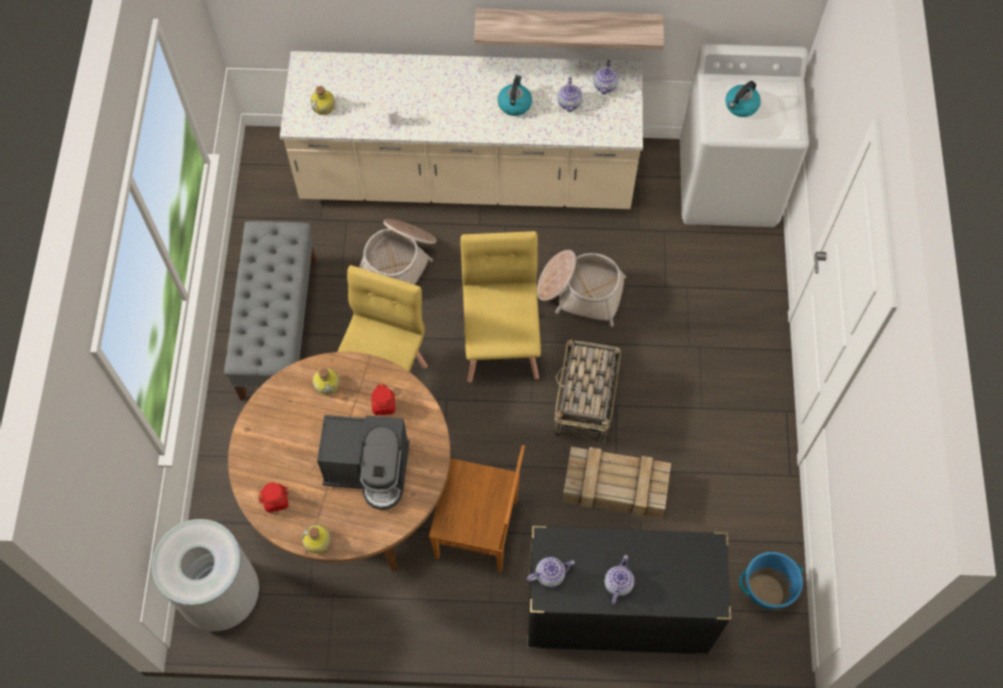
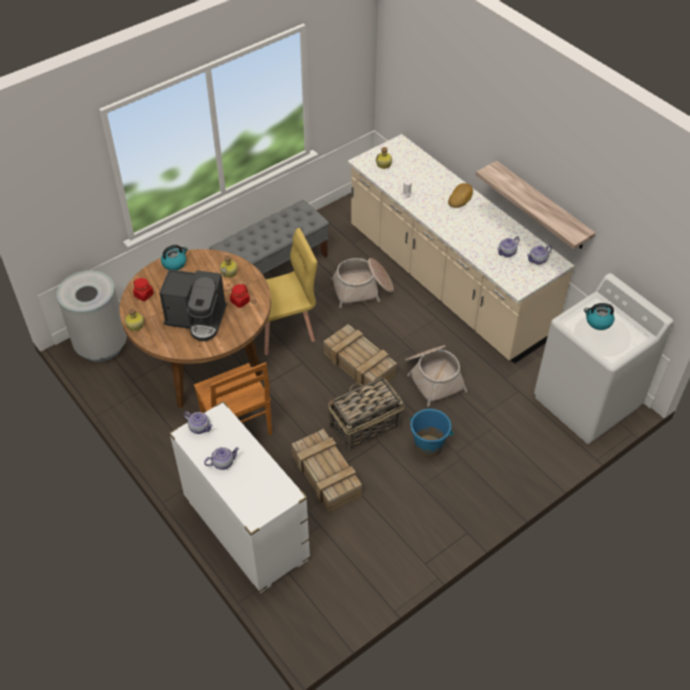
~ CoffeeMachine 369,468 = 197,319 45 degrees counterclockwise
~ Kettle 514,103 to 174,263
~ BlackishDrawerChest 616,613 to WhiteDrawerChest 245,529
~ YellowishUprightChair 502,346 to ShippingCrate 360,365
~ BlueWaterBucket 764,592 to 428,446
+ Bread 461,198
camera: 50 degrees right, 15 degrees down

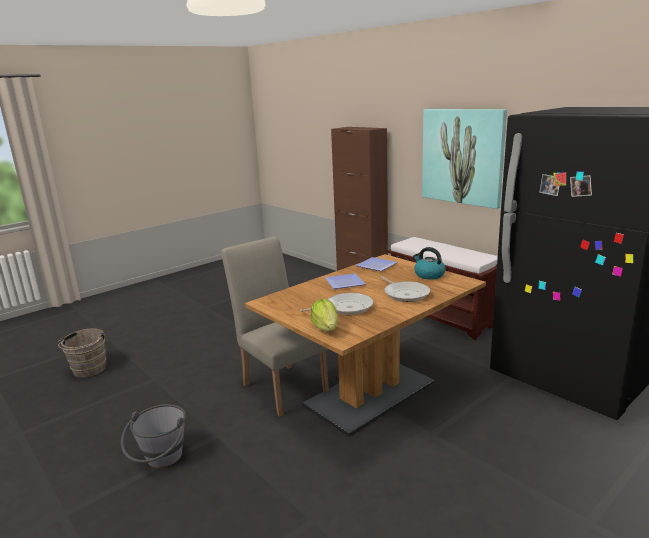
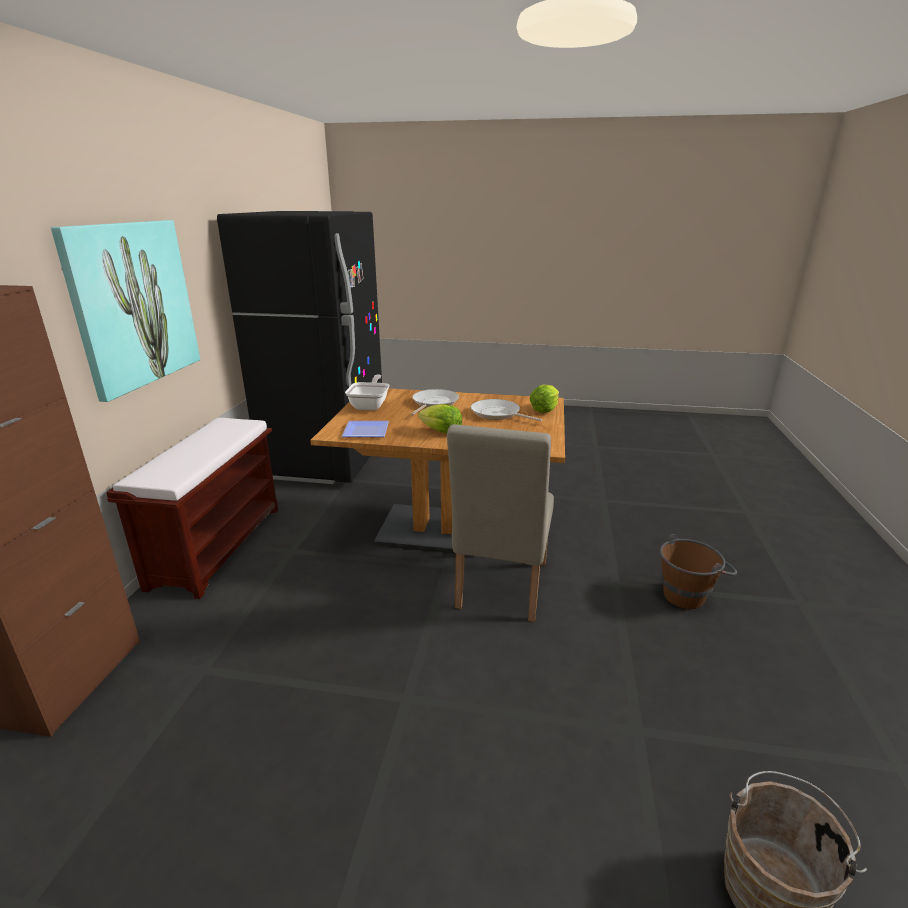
~ Kettle 428,275 to FryingPan 370,405
~ DinnerPlate 343,283 to Lettuce 441,431
~ GrayWaterBucket 161,461 to BrownWaterBucket 689,593
camera: 130 degrees left, 5 degrees up

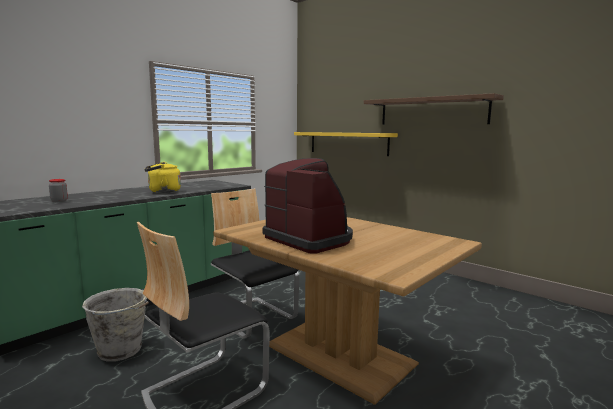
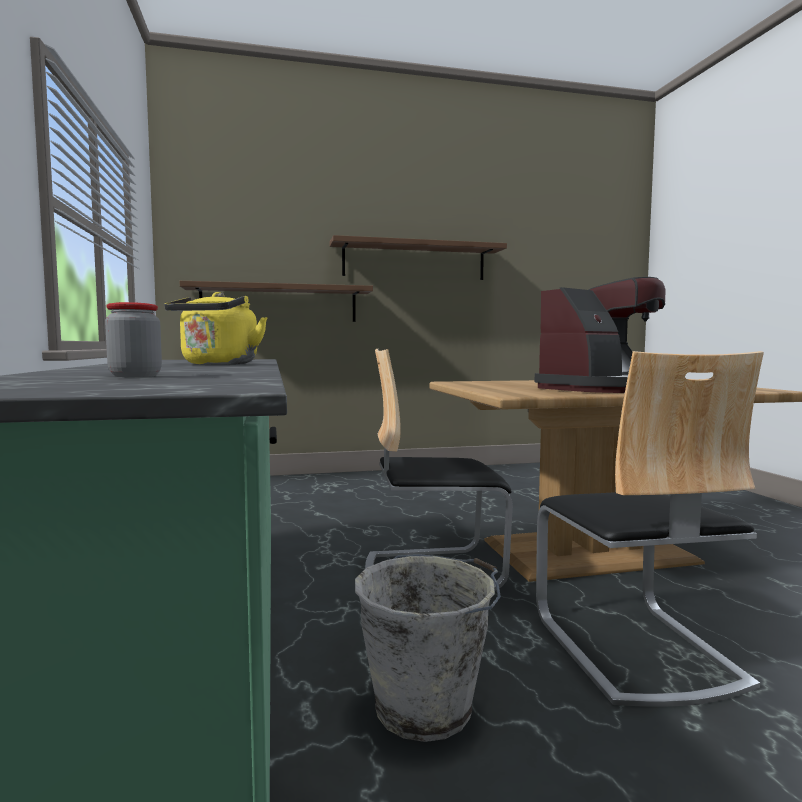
~ YellowishShelf 348,143 to BrownShelf 279,303
~ CoffeeMachine 310,239 = 604,389 150 degrees clockwise
camera: 55 degrees left, 5 degrees down

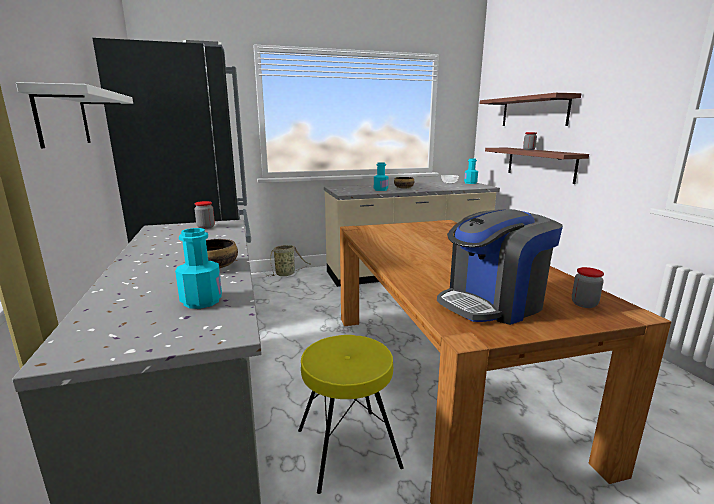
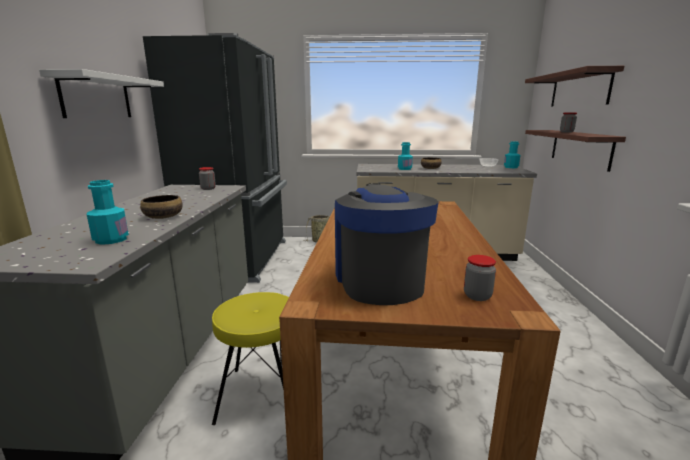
~ CoffeeMachine 493,303 = 379,280 90 degrees clockwise
camera: 20 degrees right, 0 degrees up

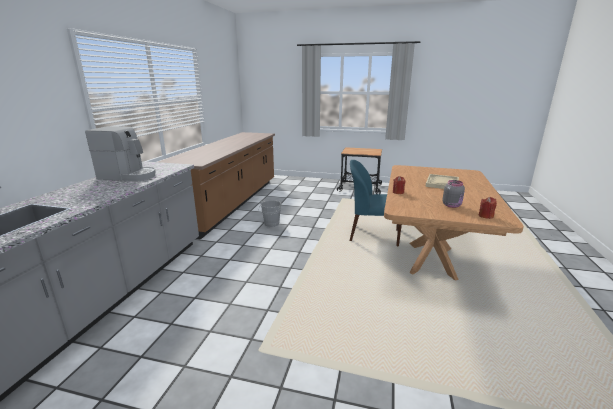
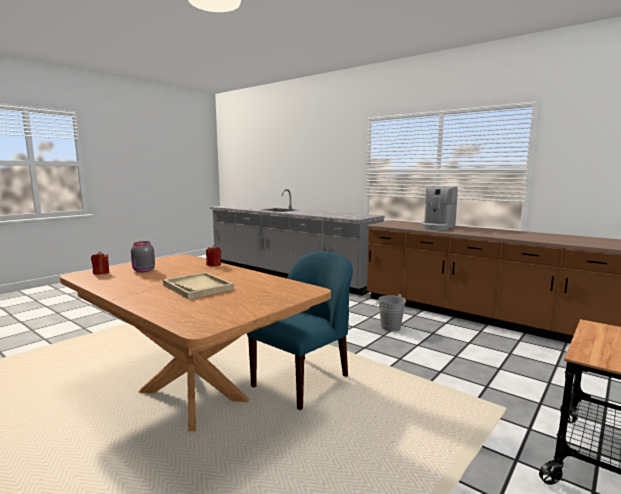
~ CoffeeMachine 128,176 to 437,227
camera: 115 degrees right, 10 degrees down

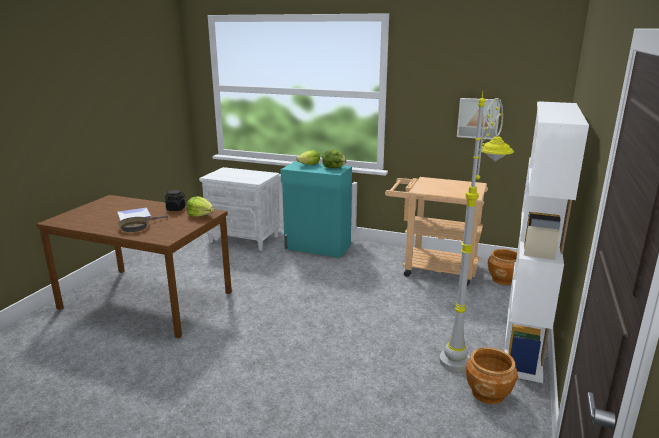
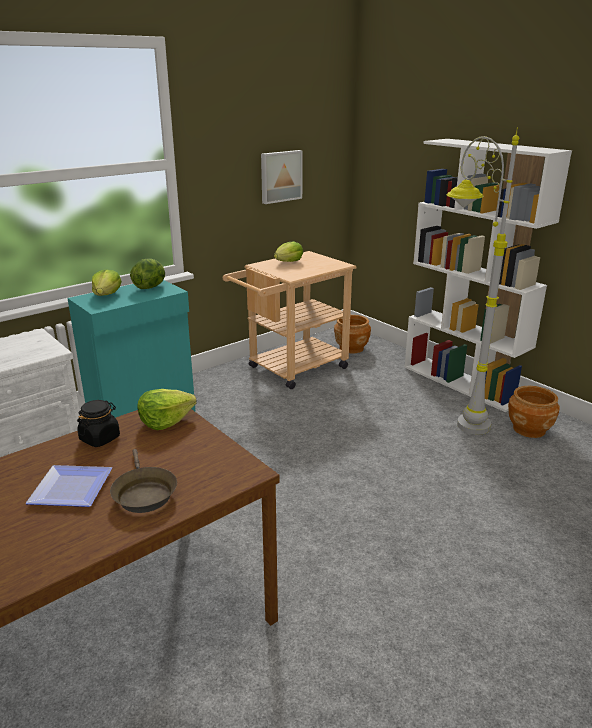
+ Lettuce 289,262
camera: 60 degrees left, 5 degrees up

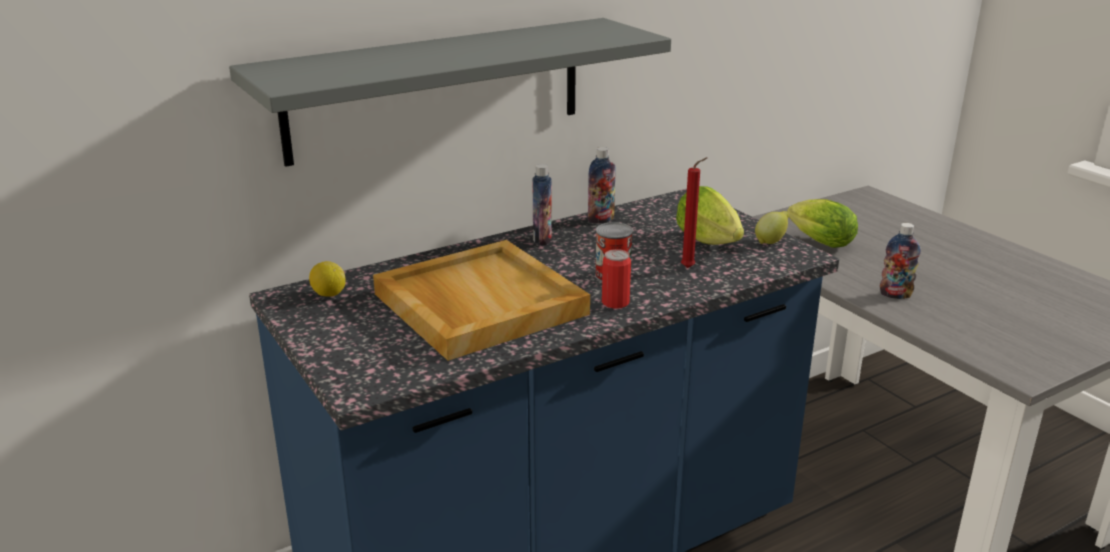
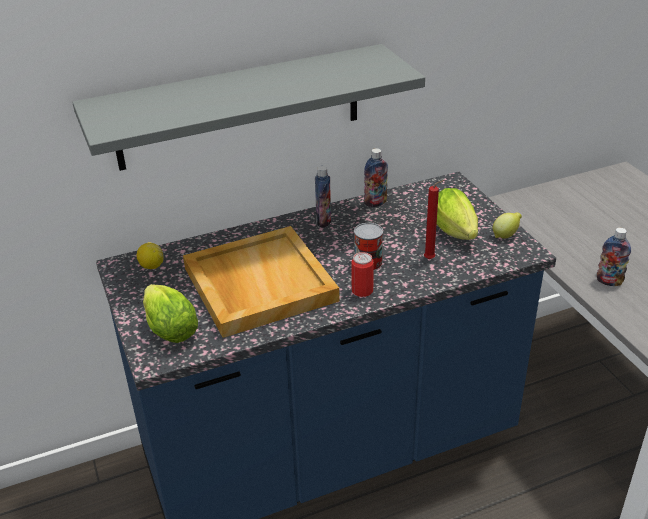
~ Lettuce 817,241 to 168,327
camera: 10 degrees right, 10 degrees up

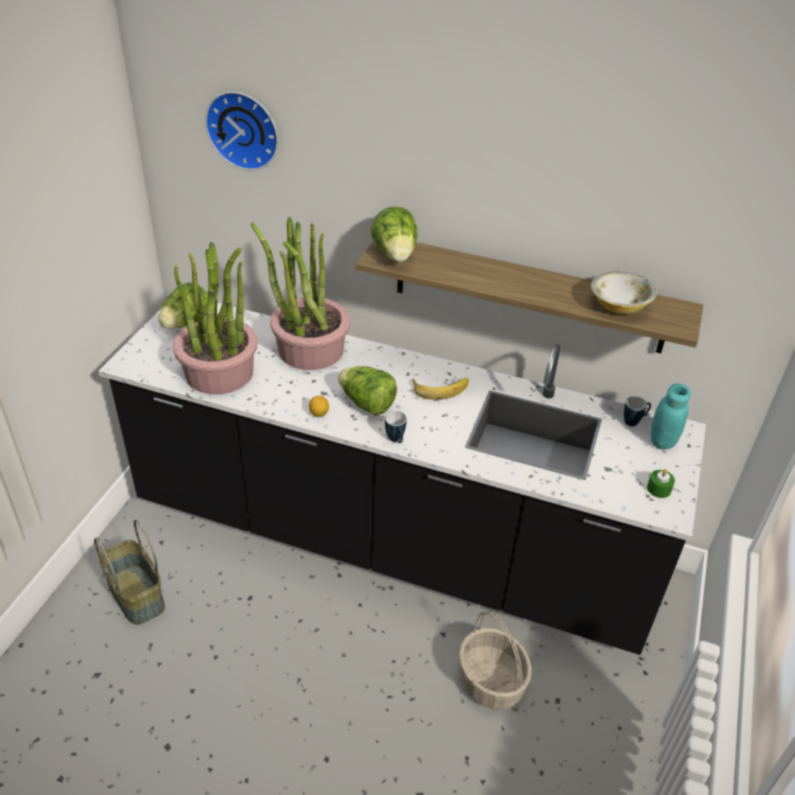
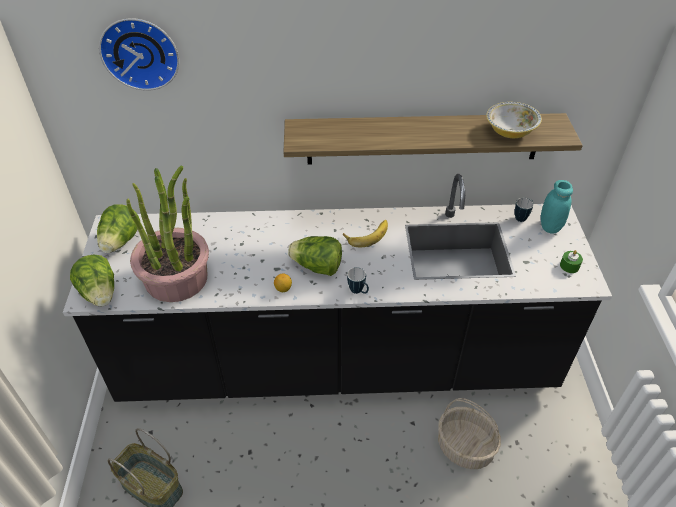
~ Lettuce 395,255 to 100,293
- Houseplant 310,349
camera: 20 degrees left, 5 degrees up

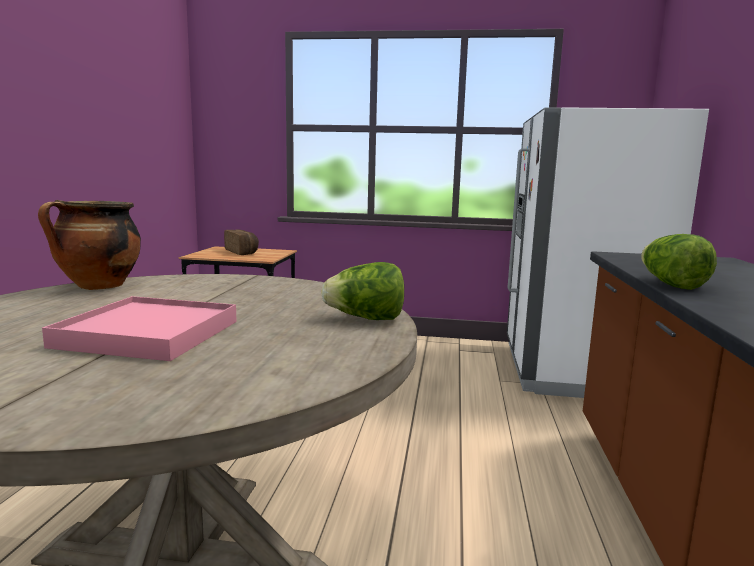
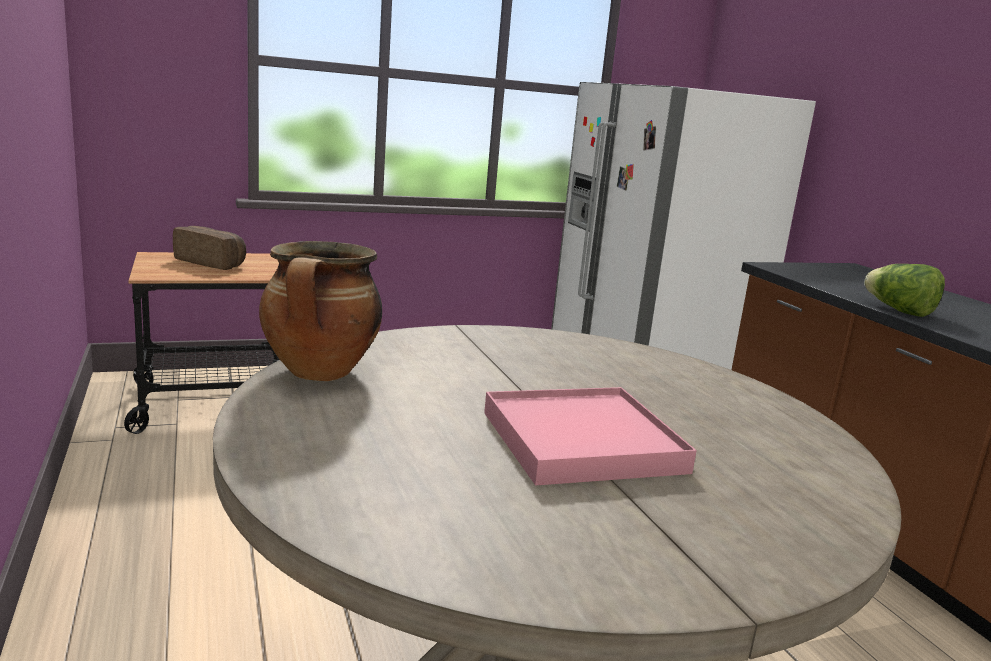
- Lettuce 366,319
camera: 30 degrees left, 5 degrees up

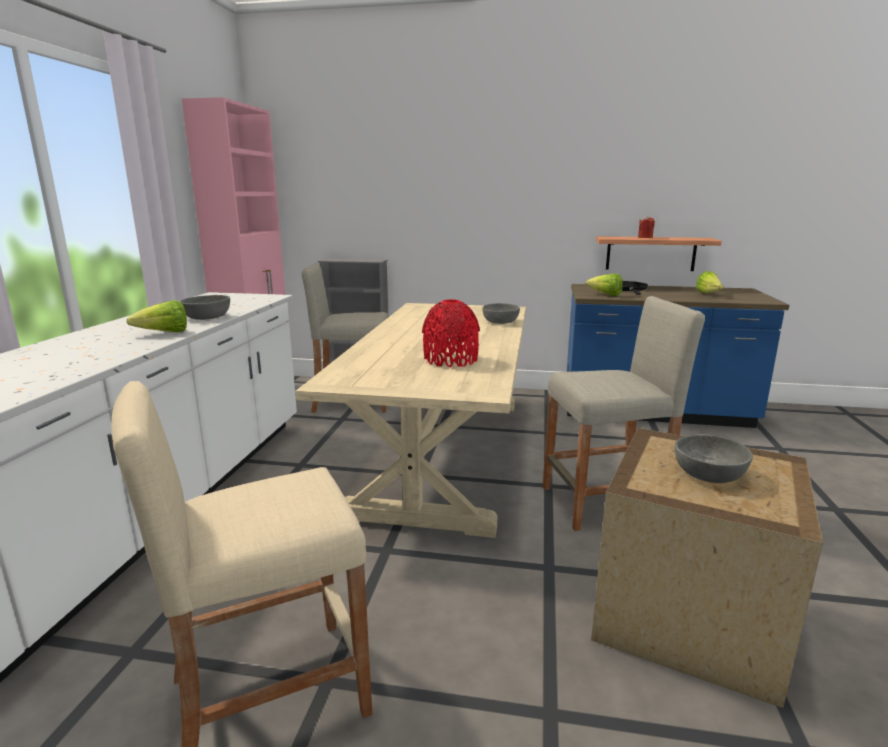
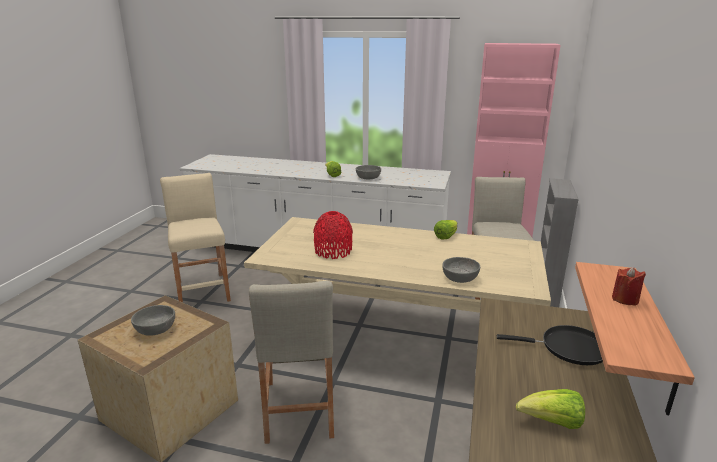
~ Lettuce 605,295 to 446,236
camera: 95 degrees right, 5 degrees up

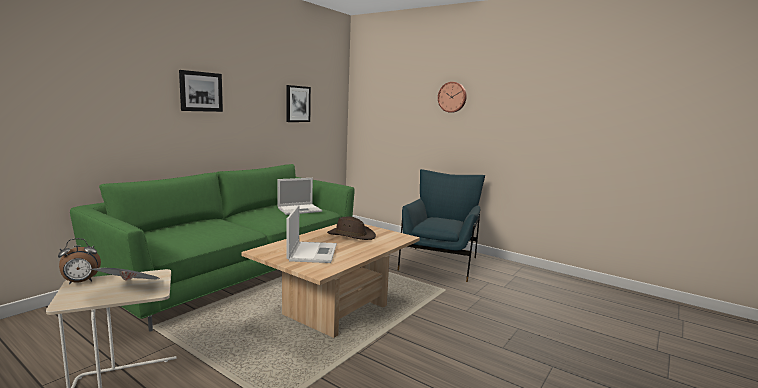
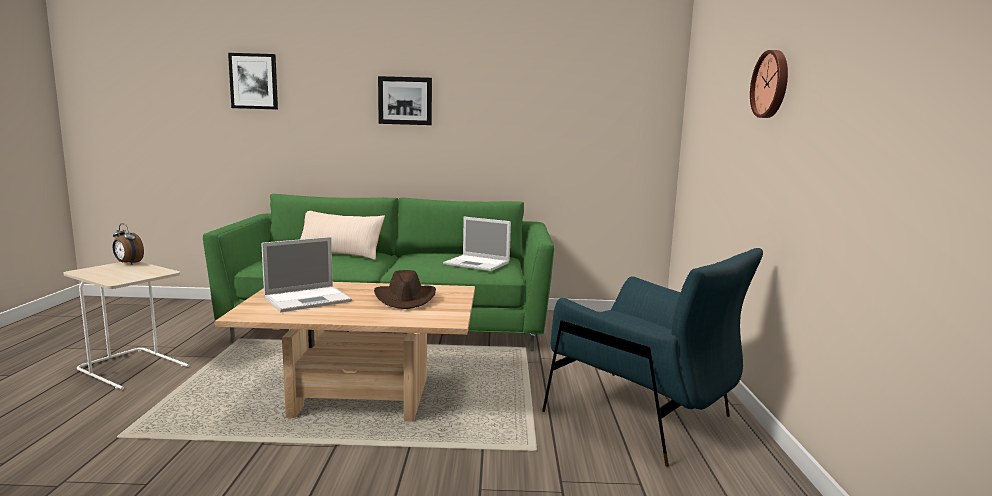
~ WallArt 297,104 to 254,81
+ BeigeColouredPillow 340,253
~ BlueLoungeChair 439,262 = 642,416 60 degrees clockwise
- Newspaper 131,290
camera: 55 degrees right, 0 degrees up

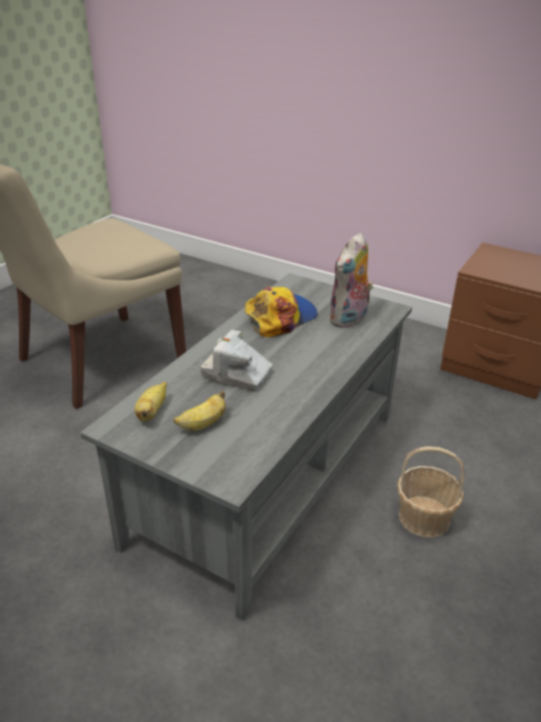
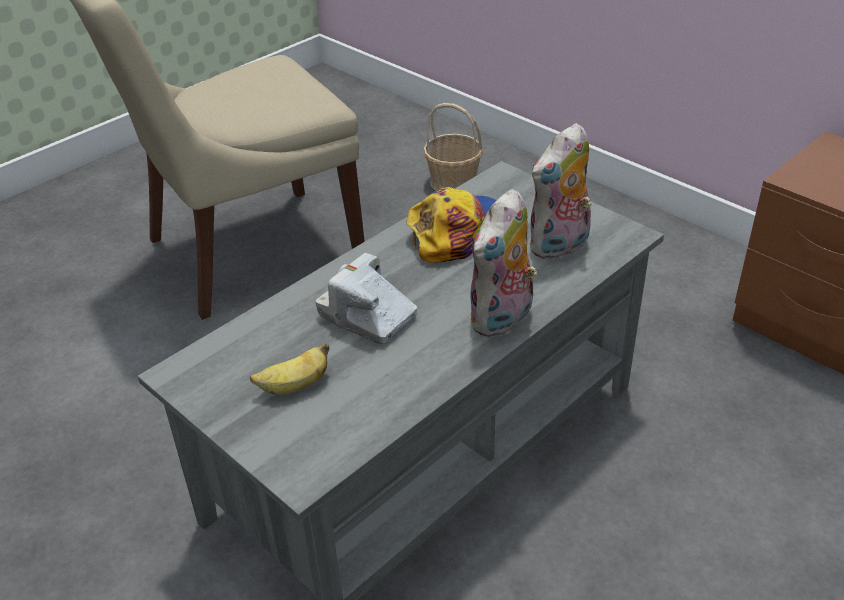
~ StorageBasket 424,518 to 453,182
+ PlushToy 503,320
- Banana 152,412
camera: 15 degrees right, 5 degrees up

